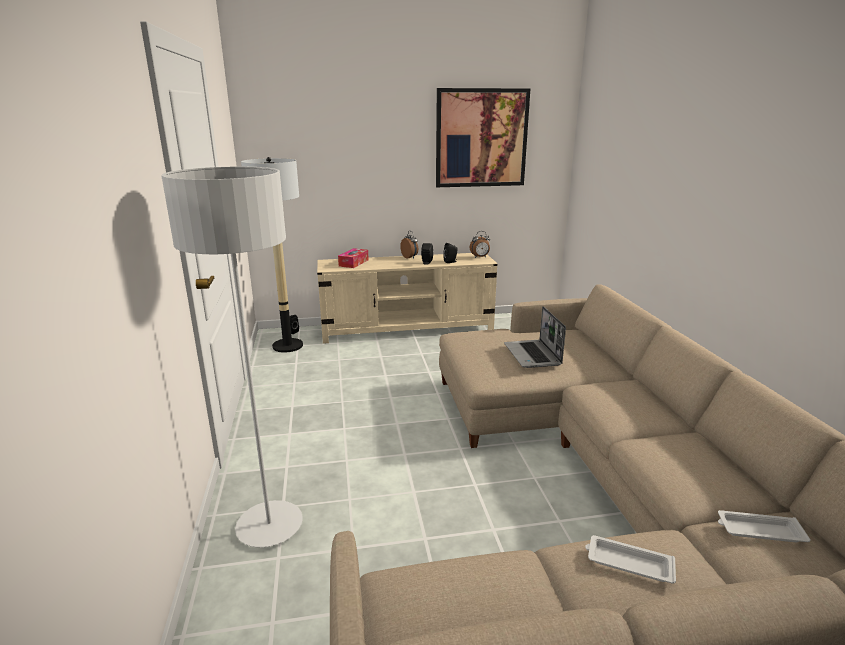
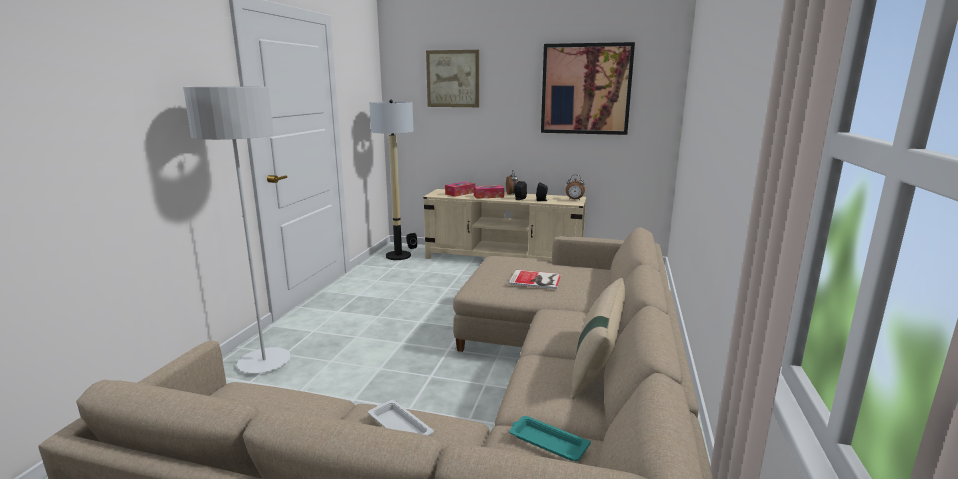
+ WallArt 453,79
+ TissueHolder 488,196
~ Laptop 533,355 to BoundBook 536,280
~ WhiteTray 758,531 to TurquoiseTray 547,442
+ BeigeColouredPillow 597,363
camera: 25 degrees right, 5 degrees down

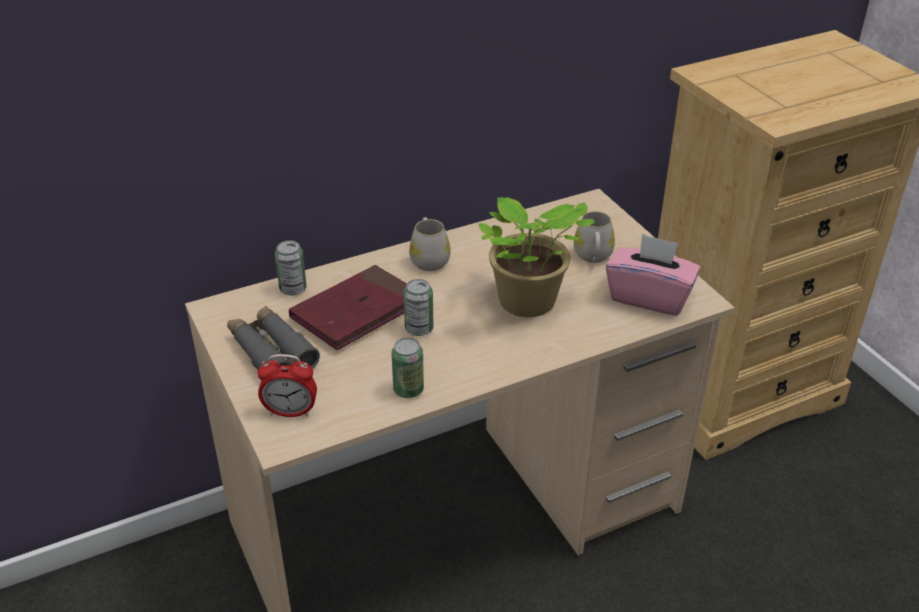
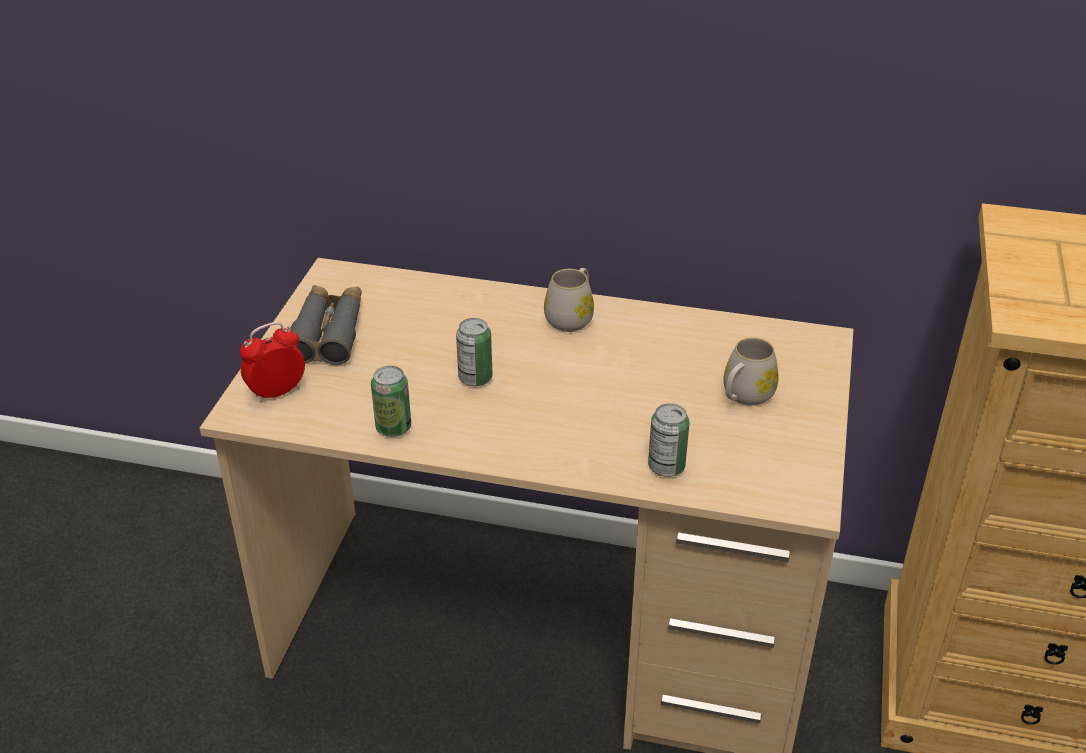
~ BedsideClock 290,412 = 277,392 105 degrees clockwise
~ SealedCan 293,289 to 666,467
- ReddishBoundBook 357,312
- Houseplant 527,304
- PinkColouredTissueHolder 649,297
camera: 40 degrees right, 0 degrees up

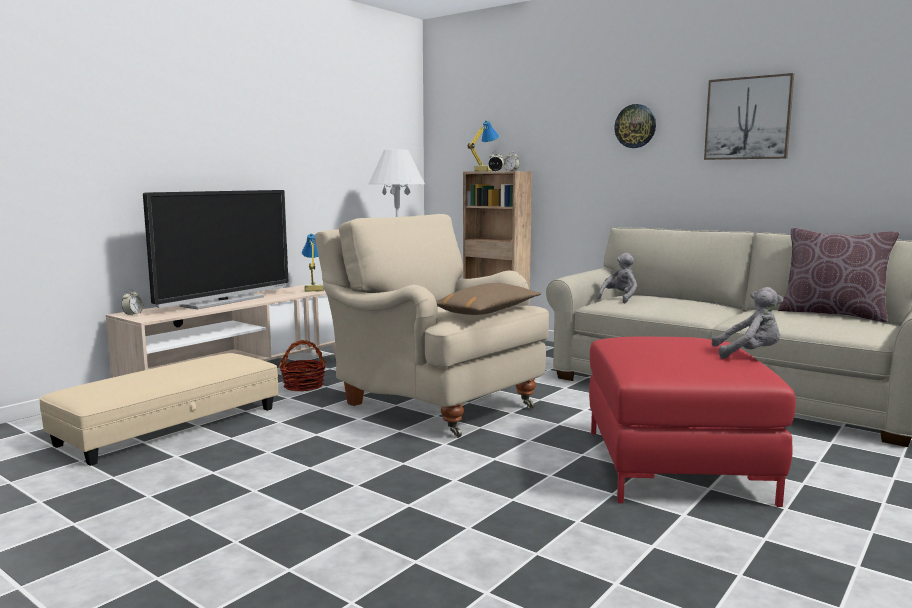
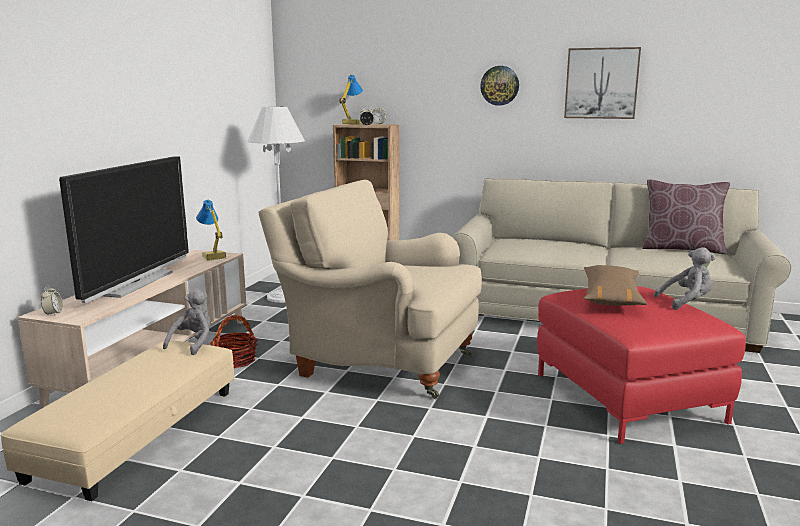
~ GrayPlushToy 619,299 to 193,343
~ BrownPillow 487,312 to 611,297
camera: 20 degrees left, 5 degrees up

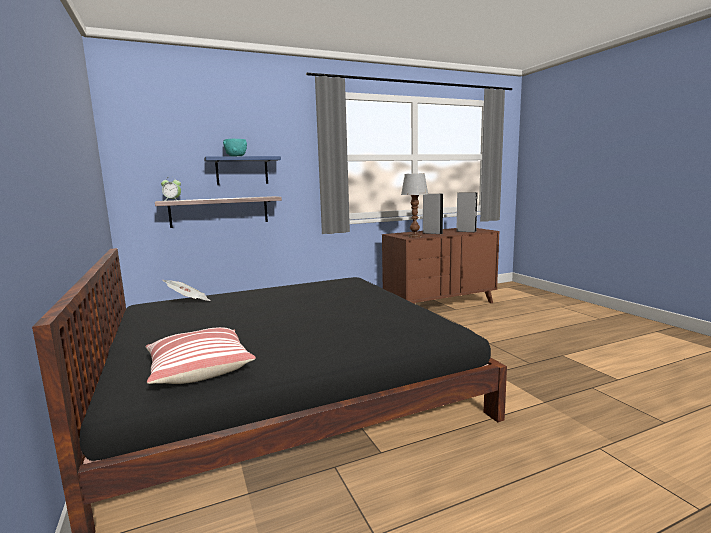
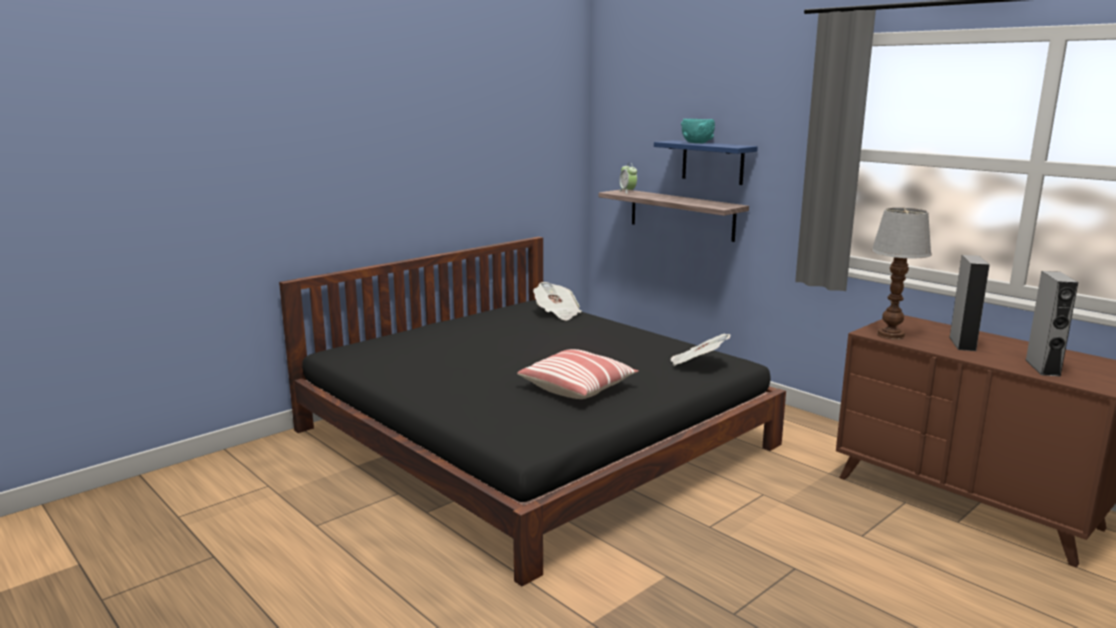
~ Pillow 199,369 to 578,388
+ Newspaper 697,364
camera: 70 degrees right, 5 degrees up

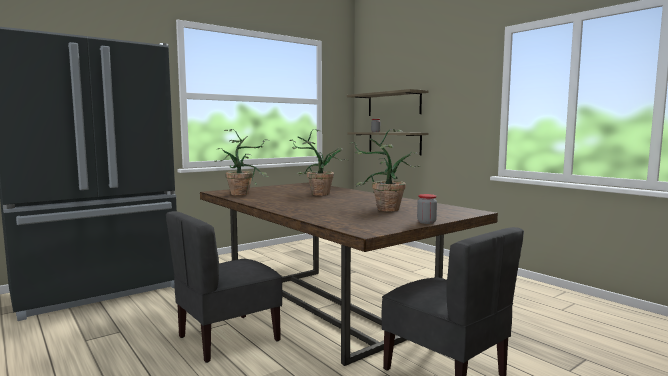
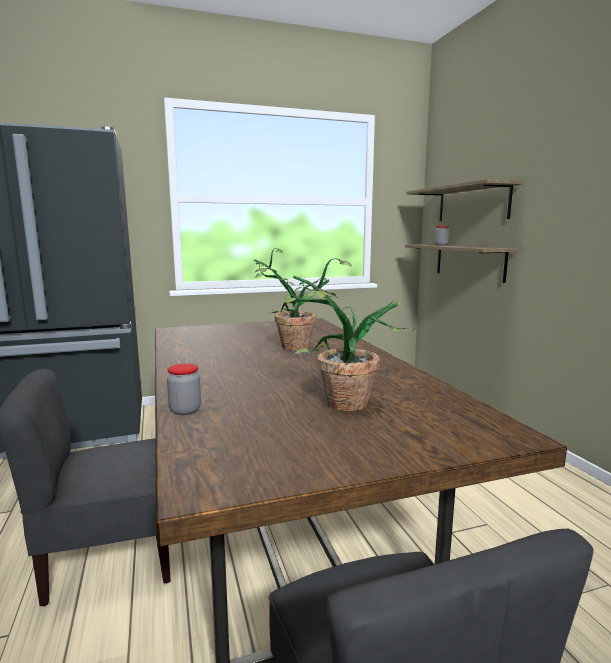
~ Jar 426,222 to 185,410
- Houseplant 244,193
camera: 20 degrees right, 5 degrees up

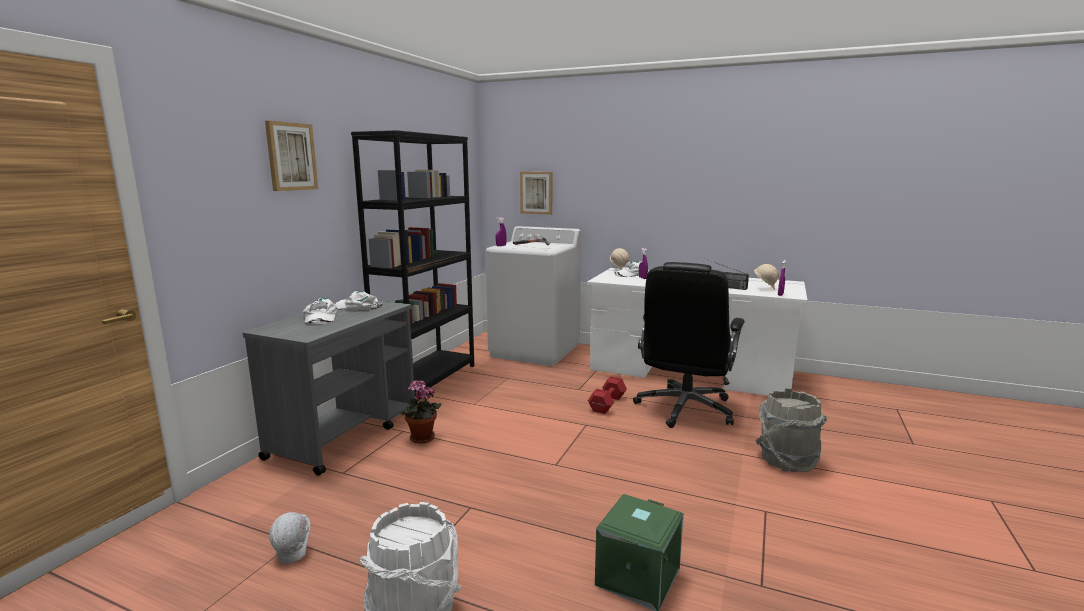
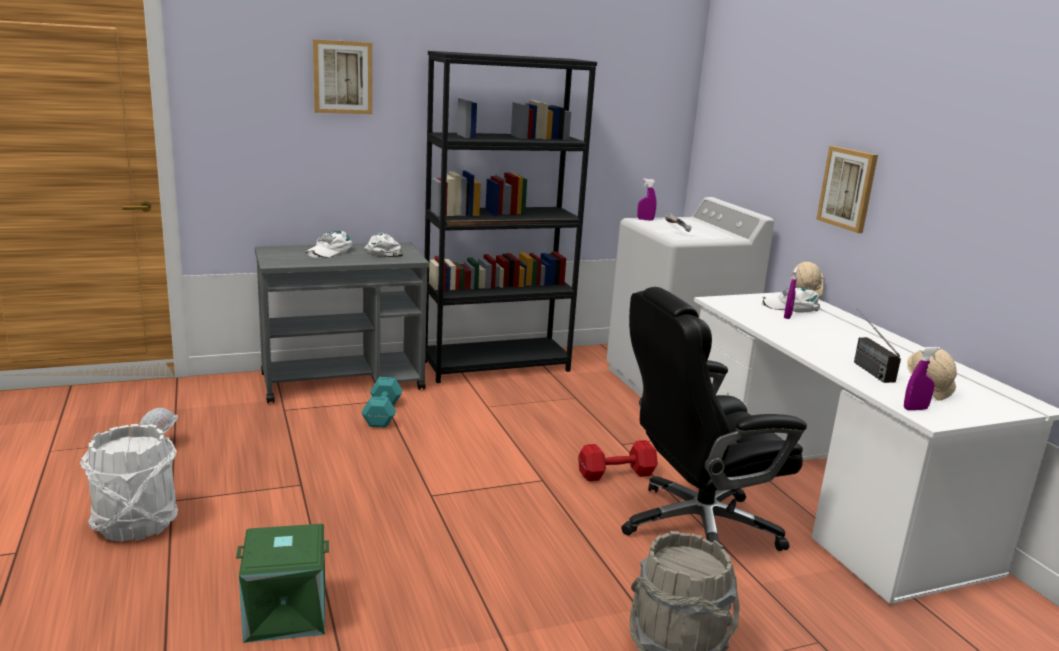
~ Houseplant 421,439 to TurquoiseDumbbell 381,414
~ WallArt 536,193 to 848,188
camera: 45 degrees right, 5 degrees up

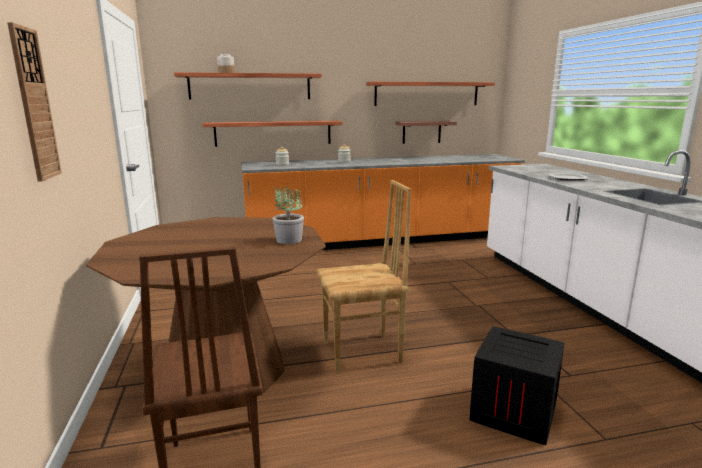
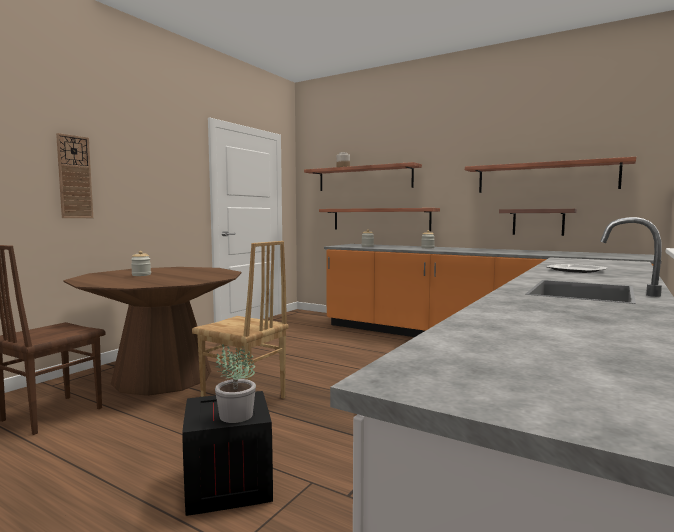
+ Jar 141,275
~ Houseplant 288,240 to 235,415
camera: 45 degrees right, 10 degrees down

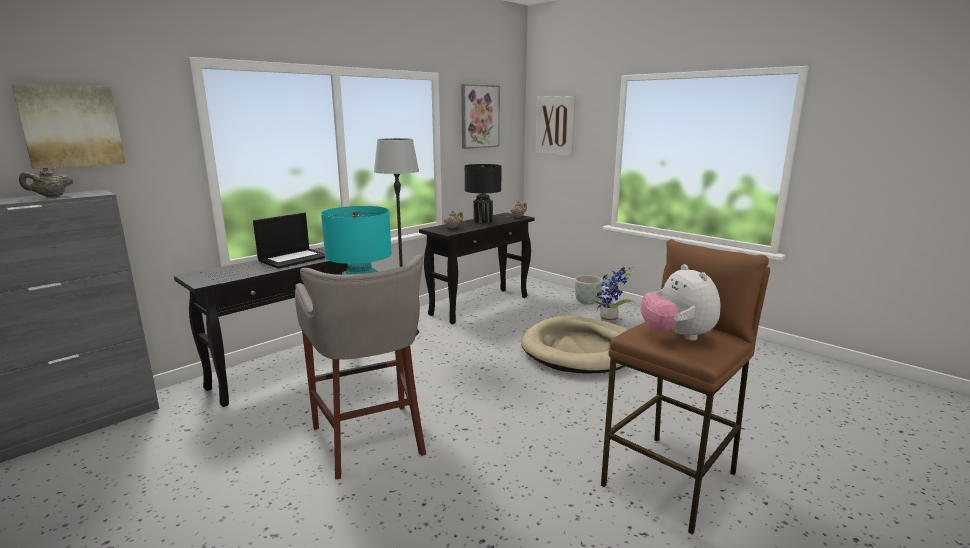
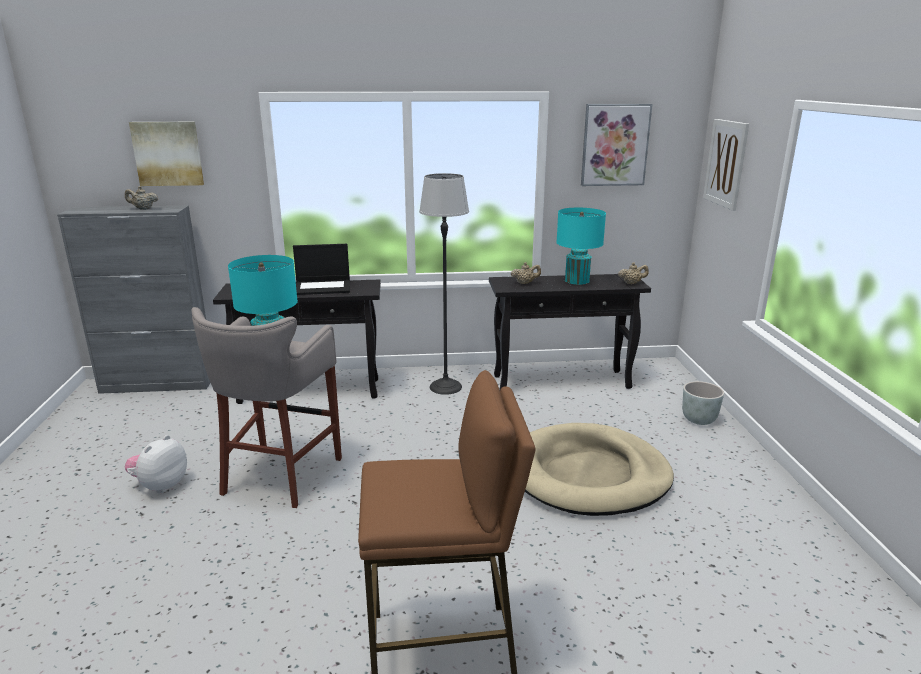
~ PlushToy 677,336 to 160,485
~ BlackishLampForATable 483,221 to TurquoiseLampForATable 577,280
- Houseplant 610,320
camera: 40 degrees right, 5 degrees up

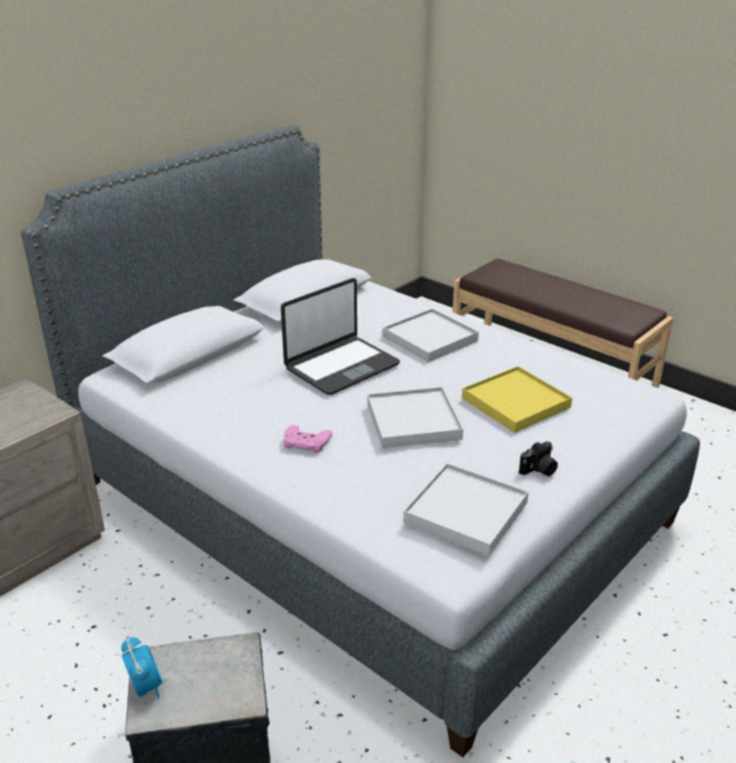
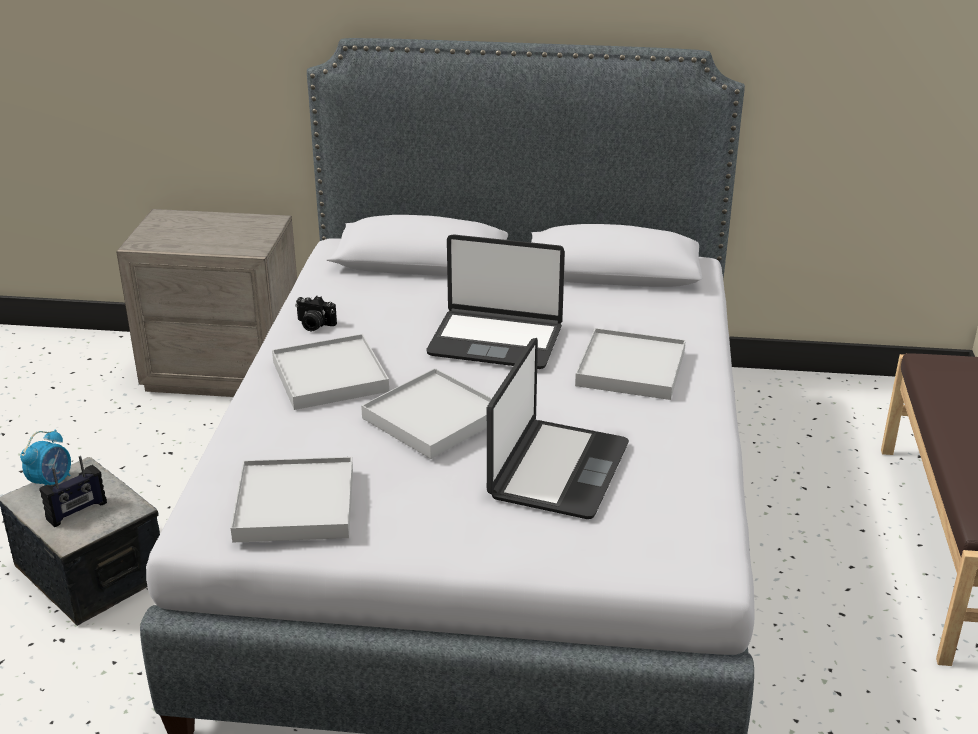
+ RadioSet 77,512
~ PinkColouredJoypad 305,443 to WhiteTray 329,376
~ StillCamera 539,470 to 314,325
~ YellowishTray 515,402 to Laptop 557,470
camera: 55 degrees right, 0 degrees up

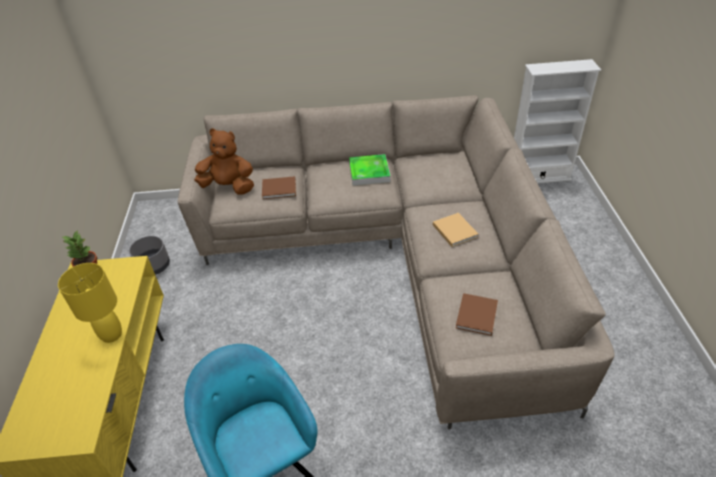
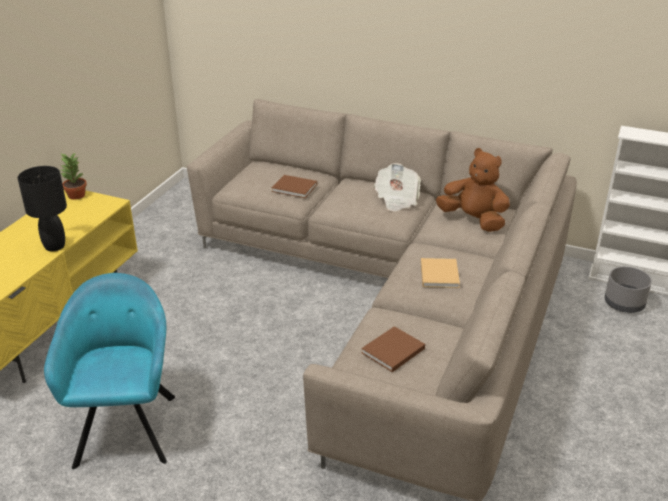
~ YellowishLampForATable 112,334 to BlackishLampForATable 55,246
~ Tray 369,172 to Newspaper 396,199
~ BrownPlushToy 228,187 to 473,220
~ GrayFlowerPot 153,266 to 623,304
camera: 25 degrees right, 10 degrees down

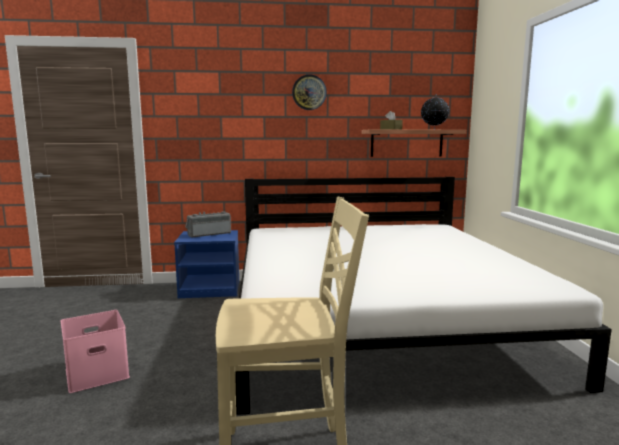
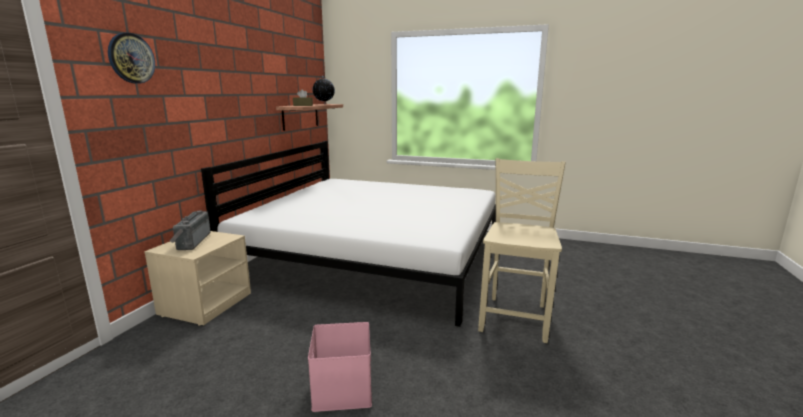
~ WallClock 309,92 to 131,58
~ BlueNightTable 211,289 to BeigeColouredNightTable 205,304
camera: 65 degrees left, 5 degrees up

